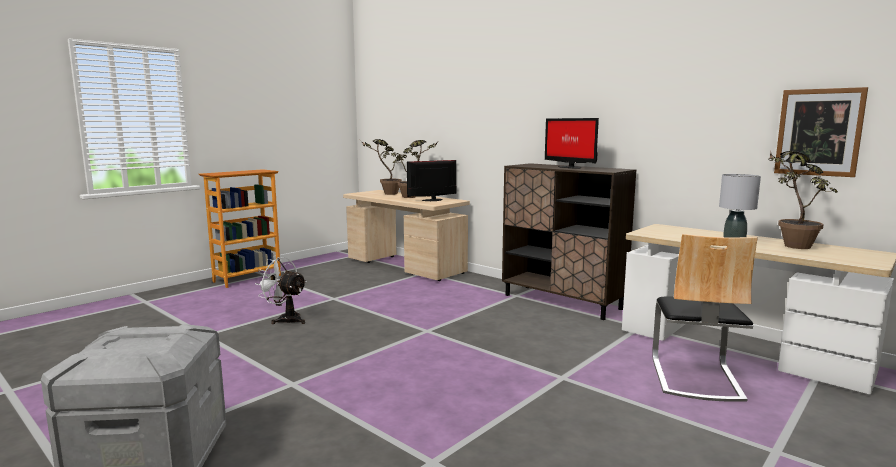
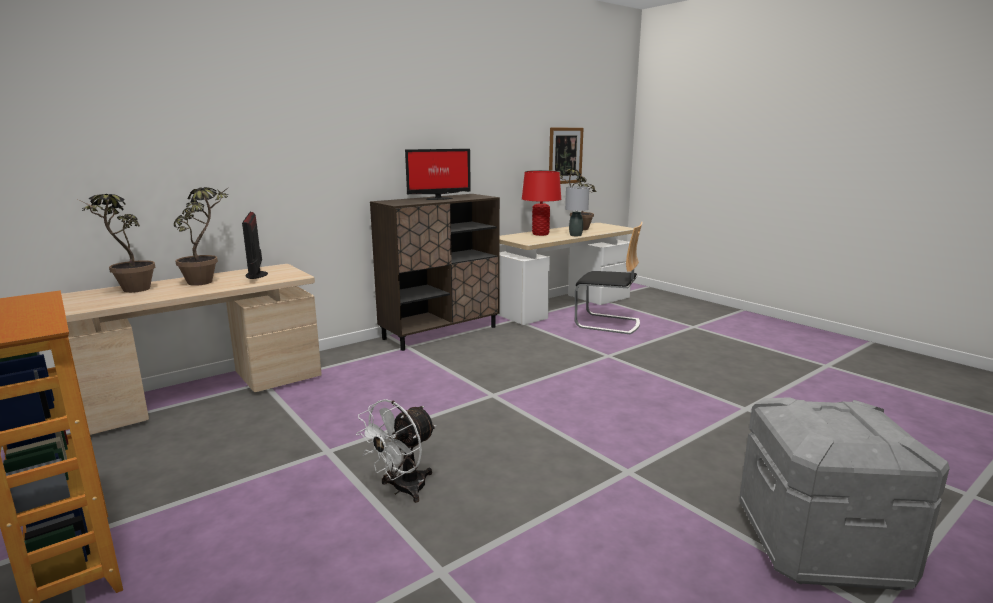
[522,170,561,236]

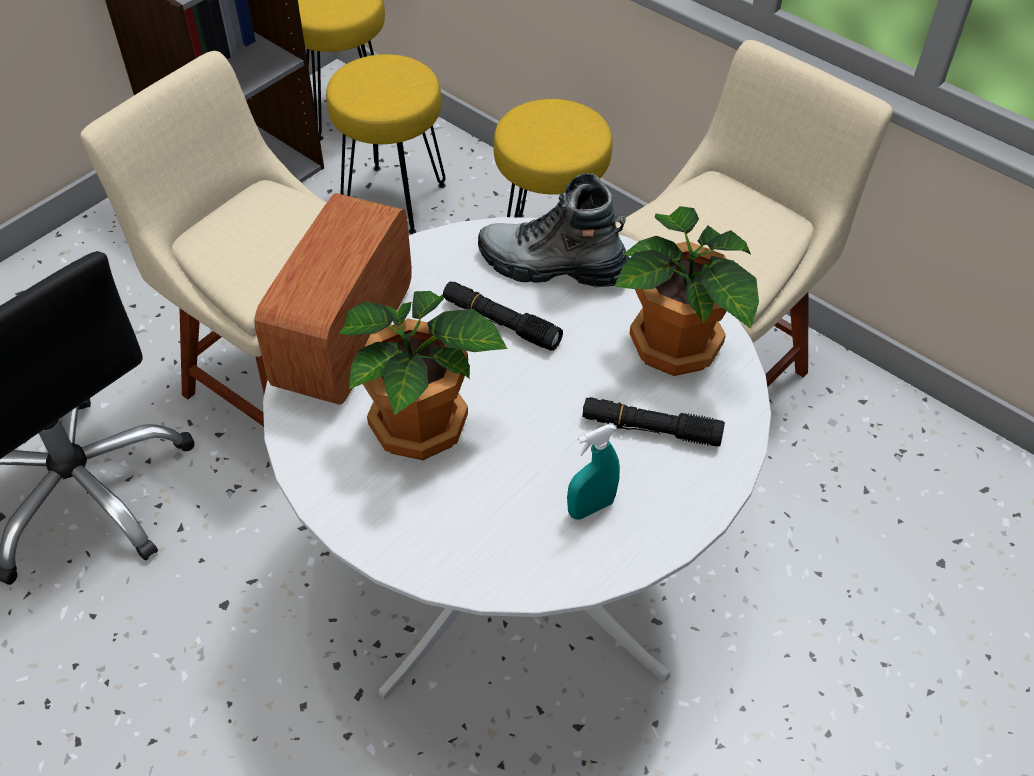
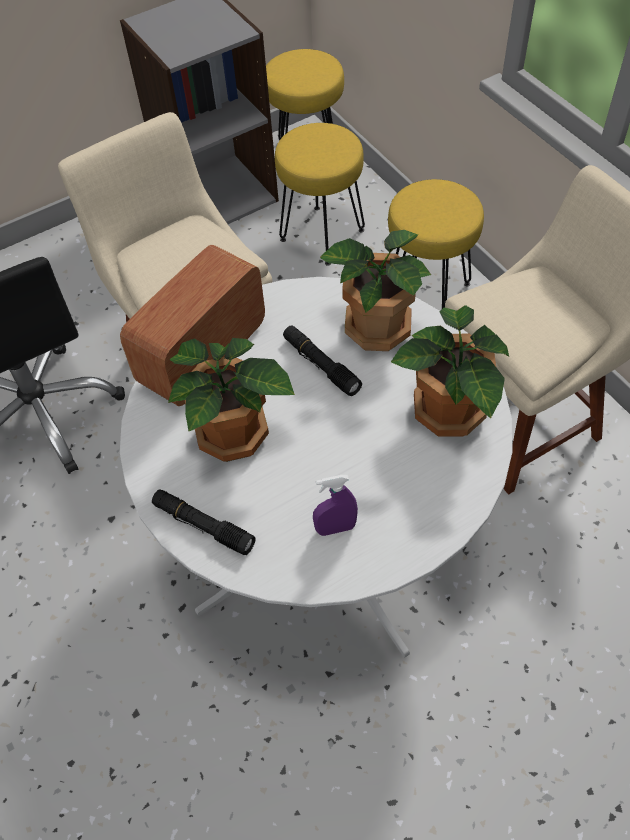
[320,230,431,351]
[152,490,256,555]
[313,475,358,536]

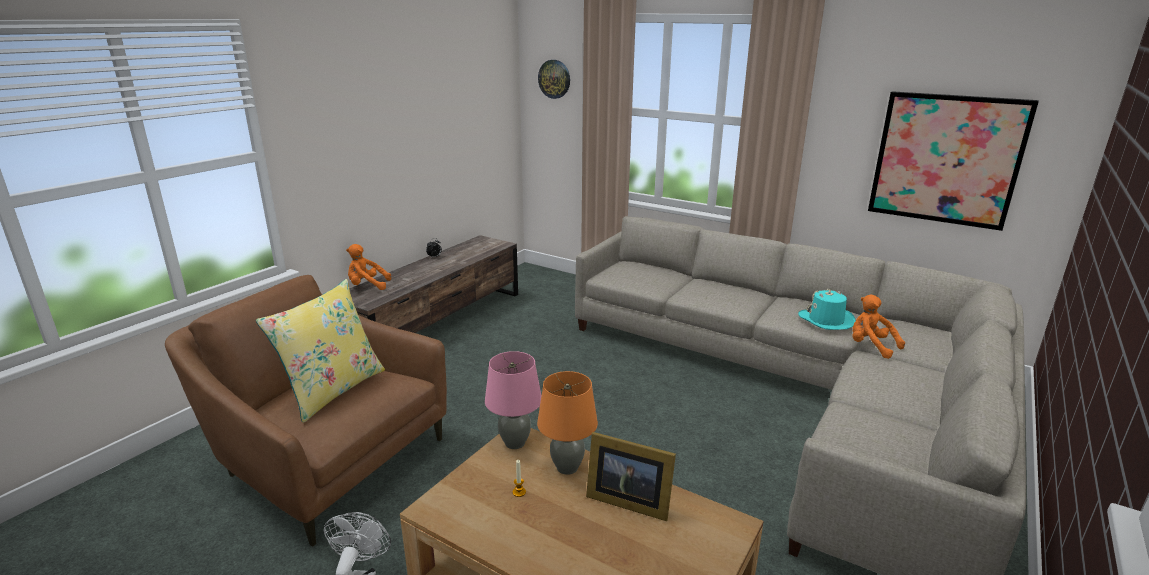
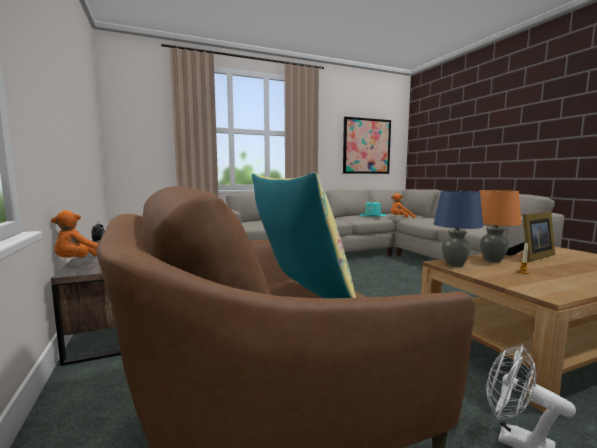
[538,60,570,99] (first image)
[434,191,483,267]

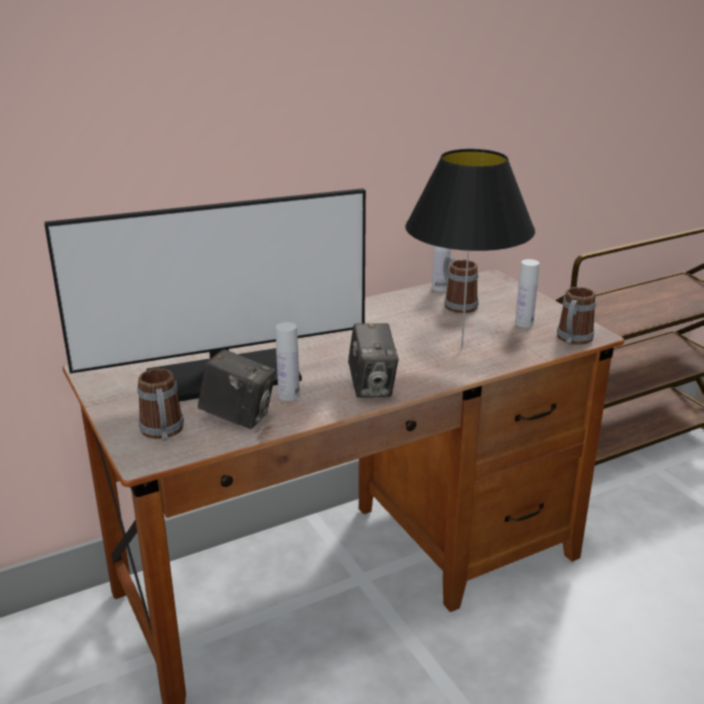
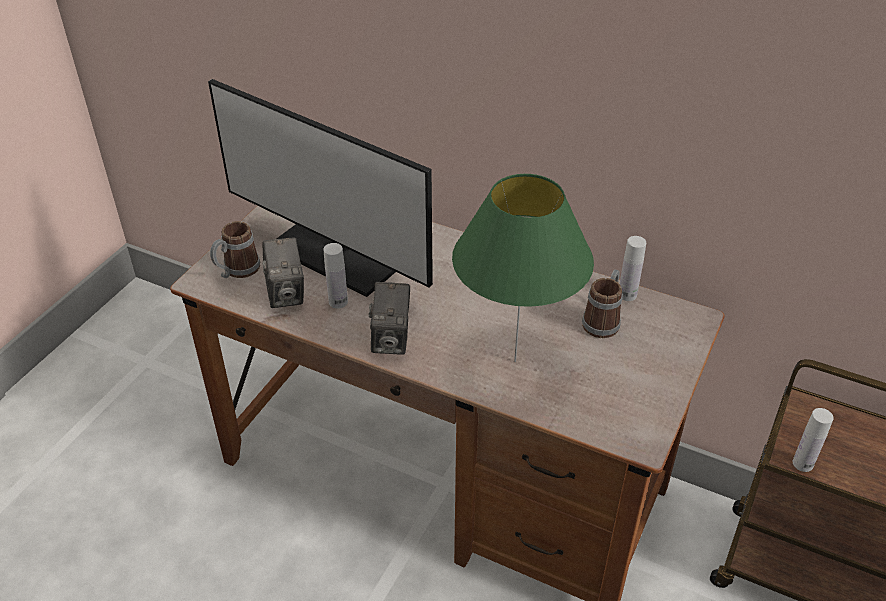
[452,174,594,362]
[792,408,834,472]
[557,287,596,345] (first image)
[369,282,410,355]

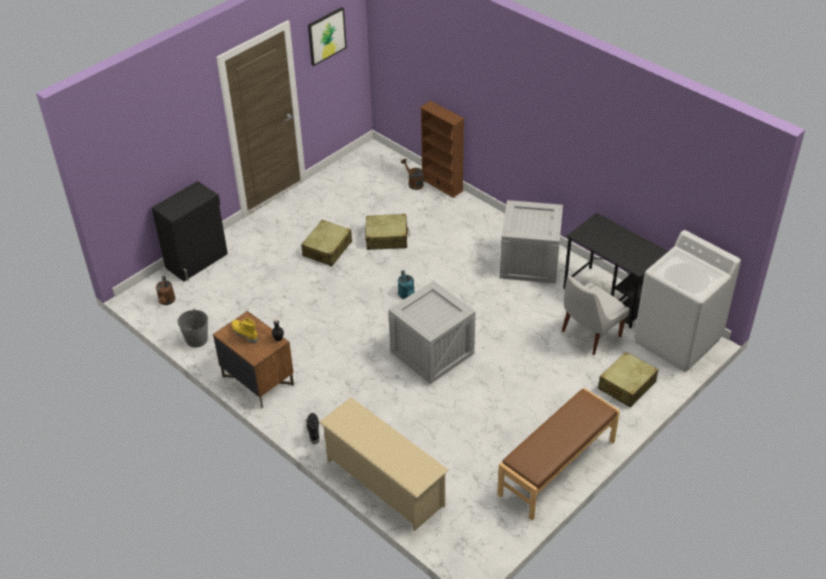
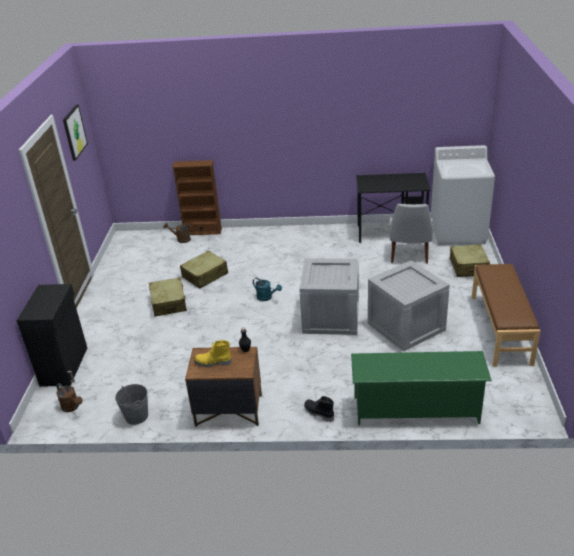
[368,260,450,351]
[351,351,492,425]

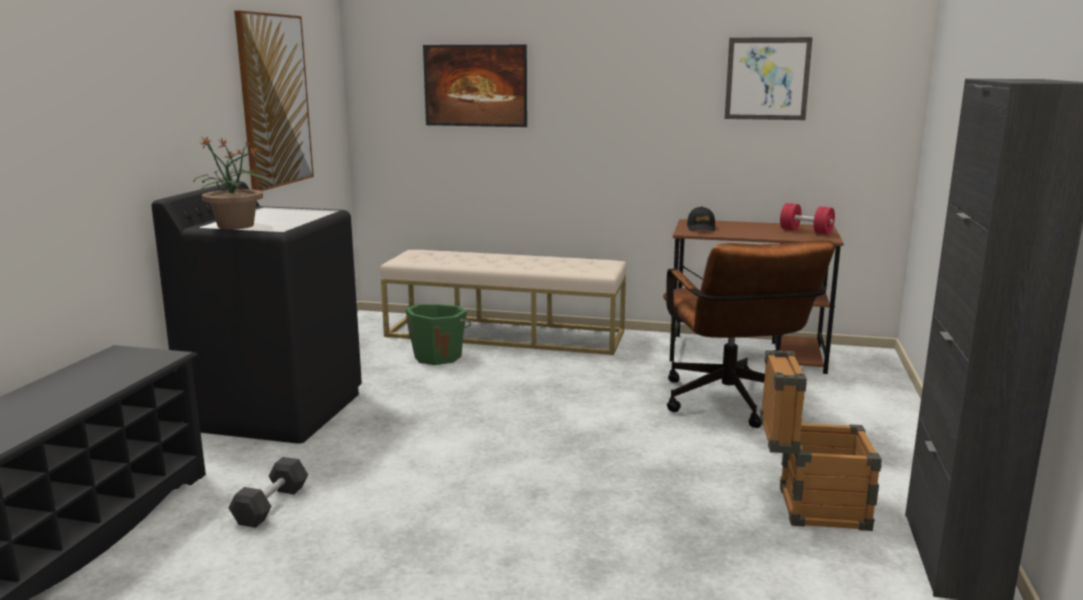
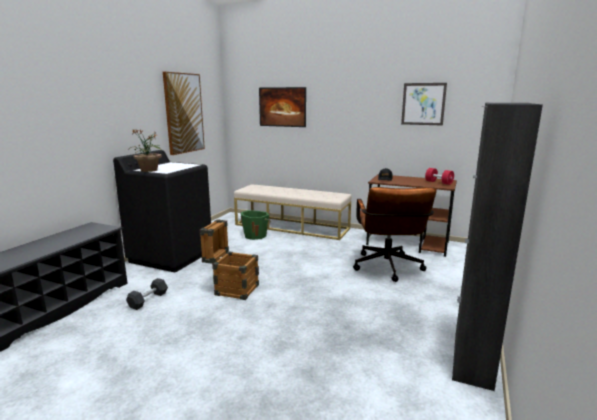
[200,220,259,300]

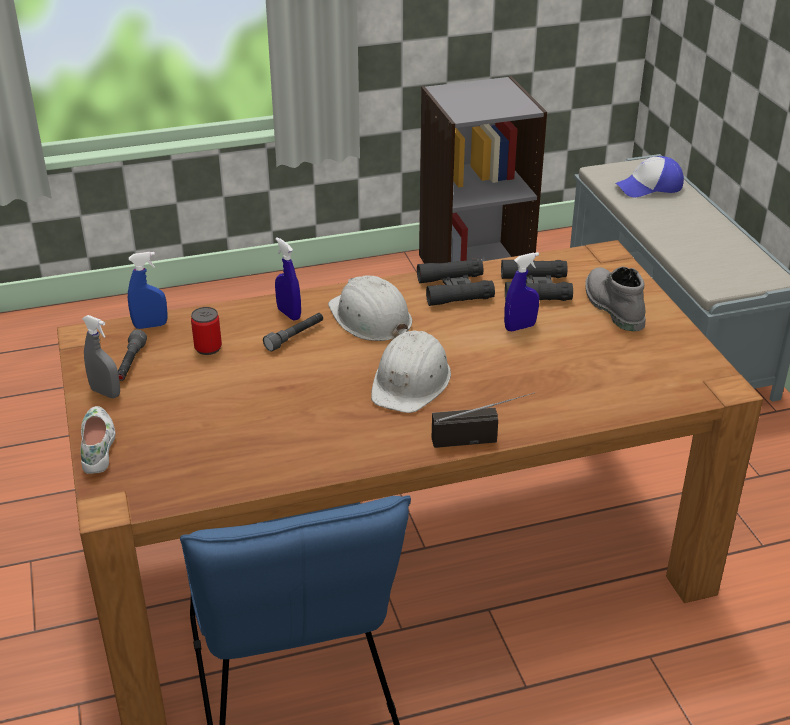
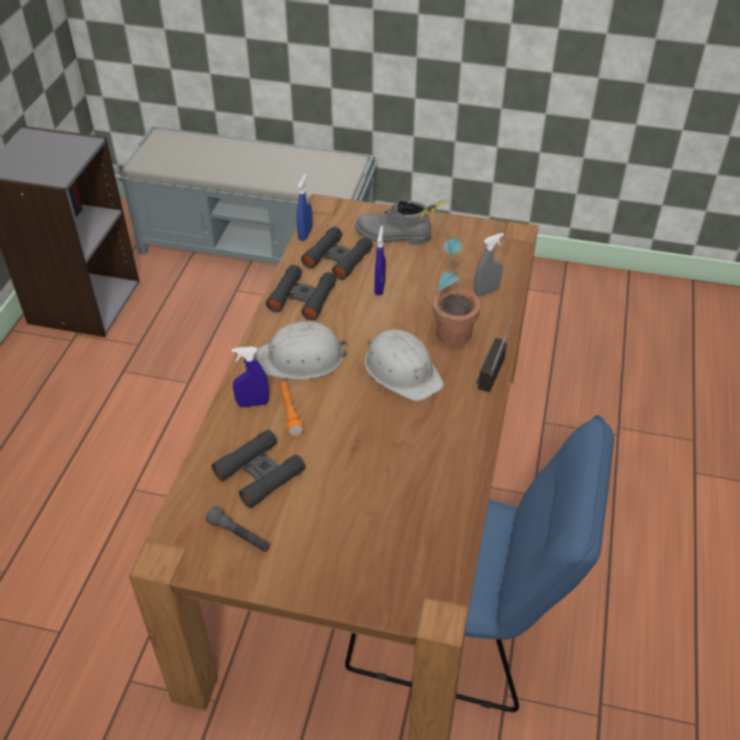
[615,156,684,197] (first image)
[297,174,312,241]
[211,430,305,508]
[280,382,304,436]
[474,233,504,296]
[81,406,115,474] (first image)
[417,199,481,346]

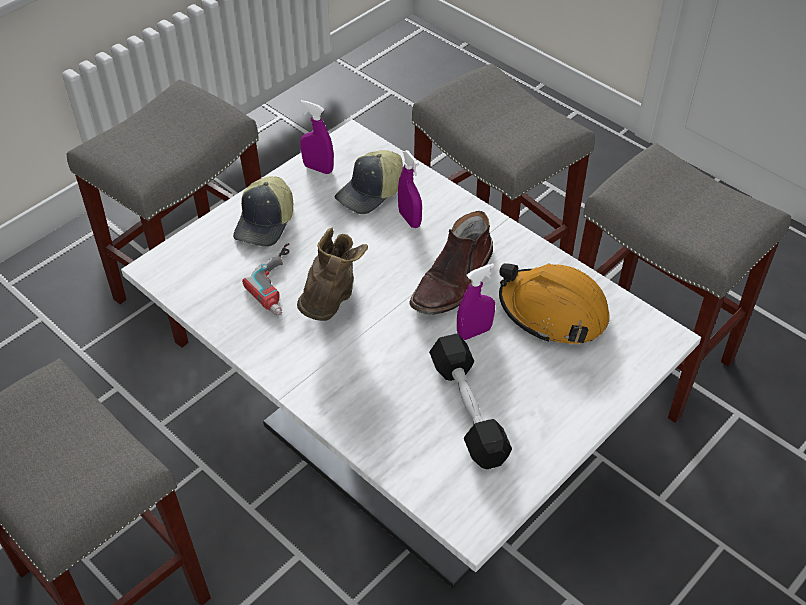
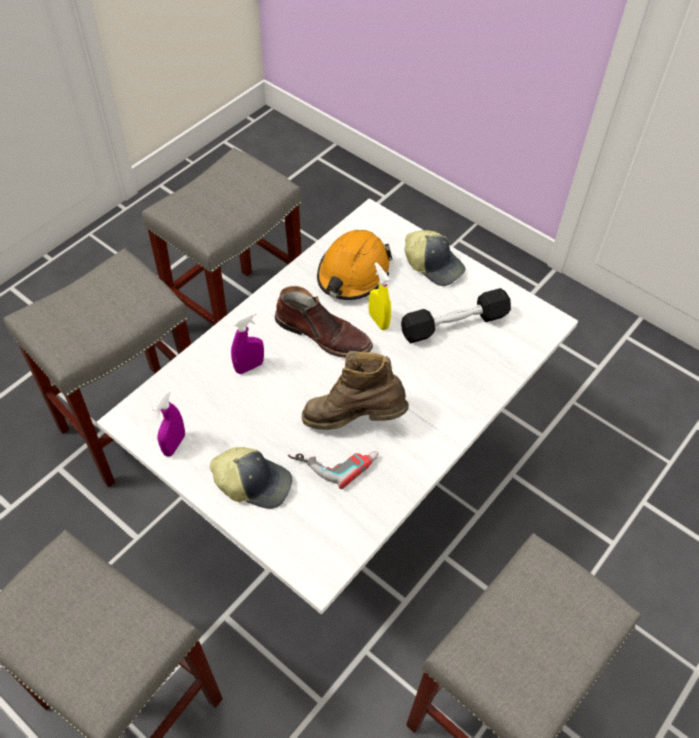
[405,230,466,286]
[369,262,391,330]

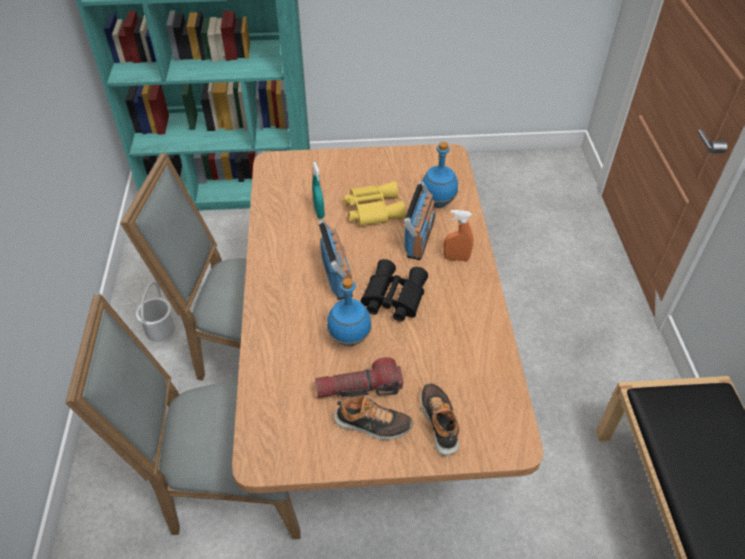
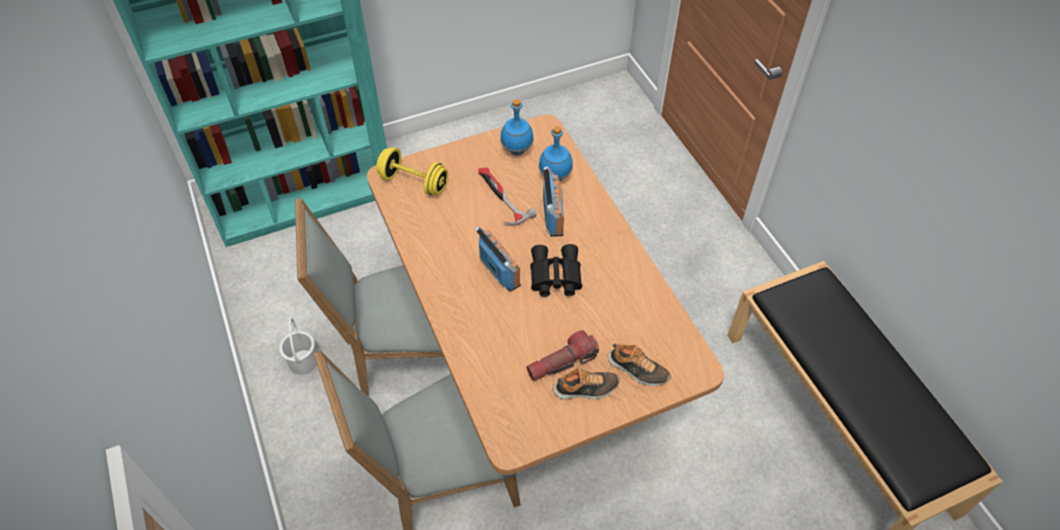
[312,162,325,219] (first image)
[478,168,537,226]
[443,210,473,262] (first image)
[500,99,534,155]
[608,344,671,386]
[376,147,448,196]

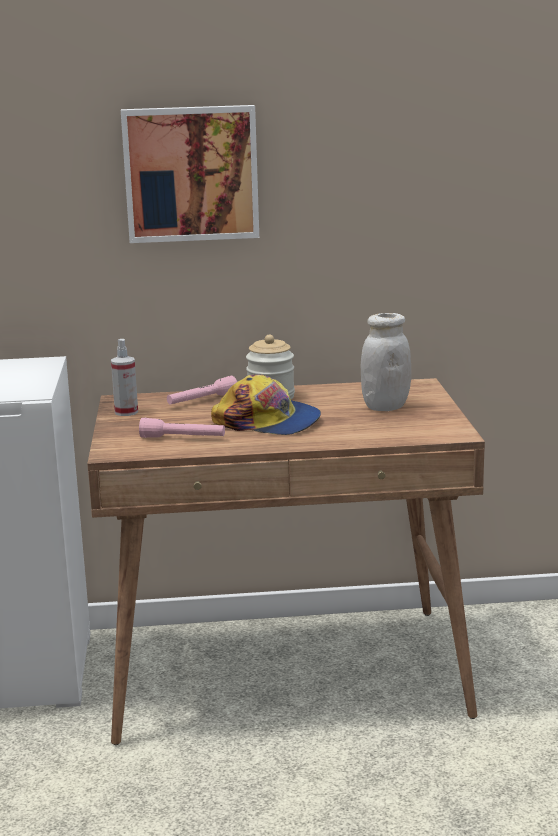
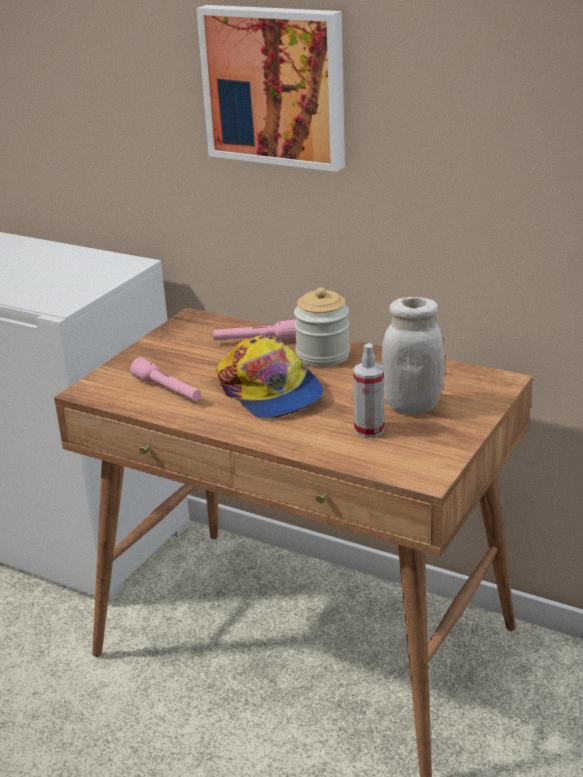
[353,343,384,438]

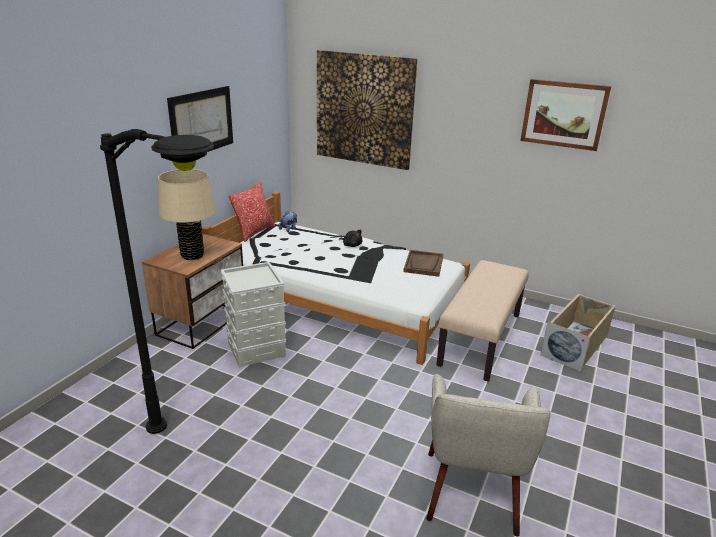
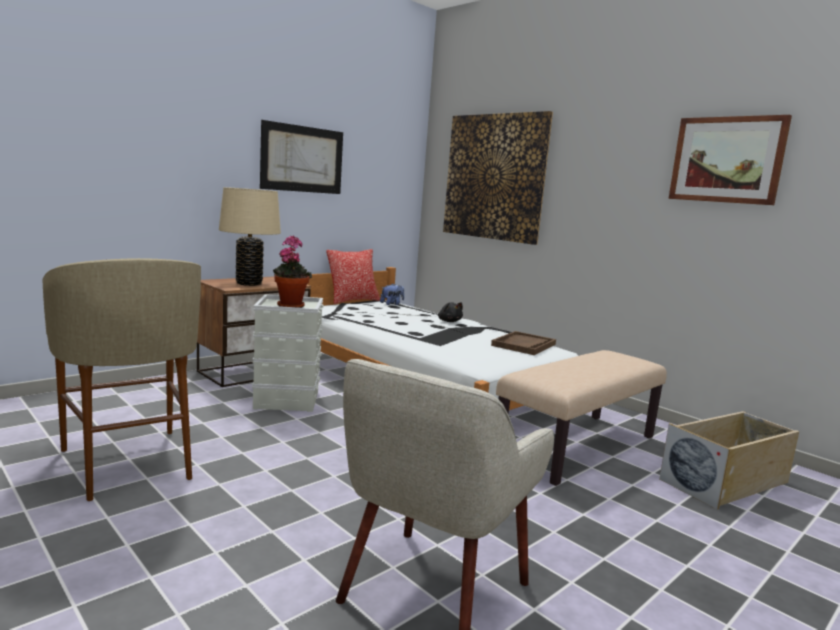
[43,258,201,501]
[273,235,312,308]

